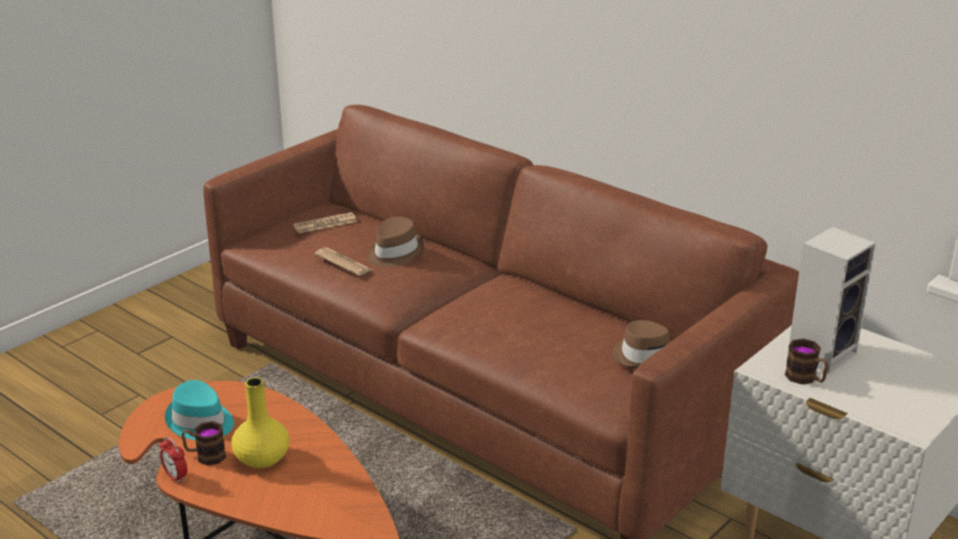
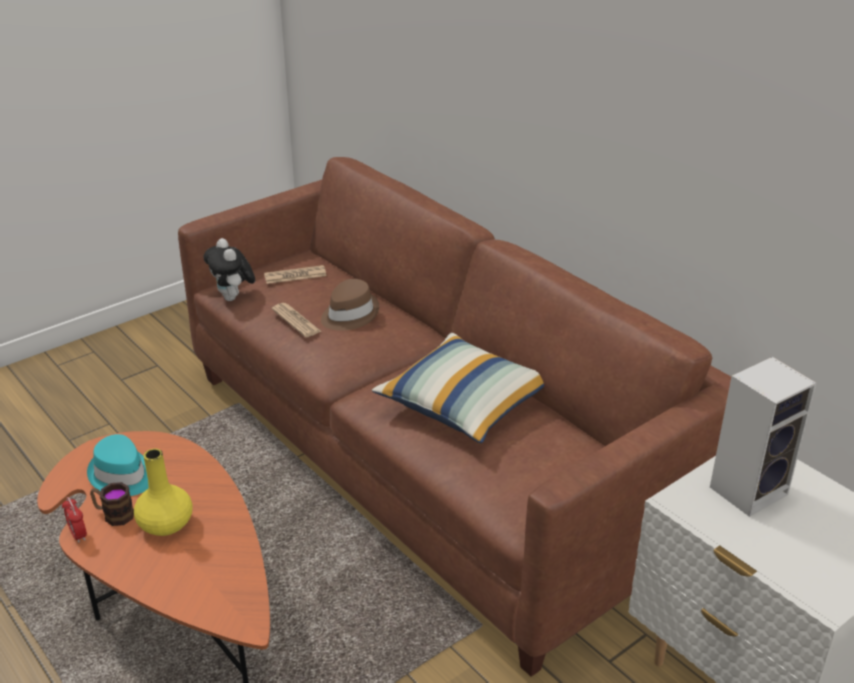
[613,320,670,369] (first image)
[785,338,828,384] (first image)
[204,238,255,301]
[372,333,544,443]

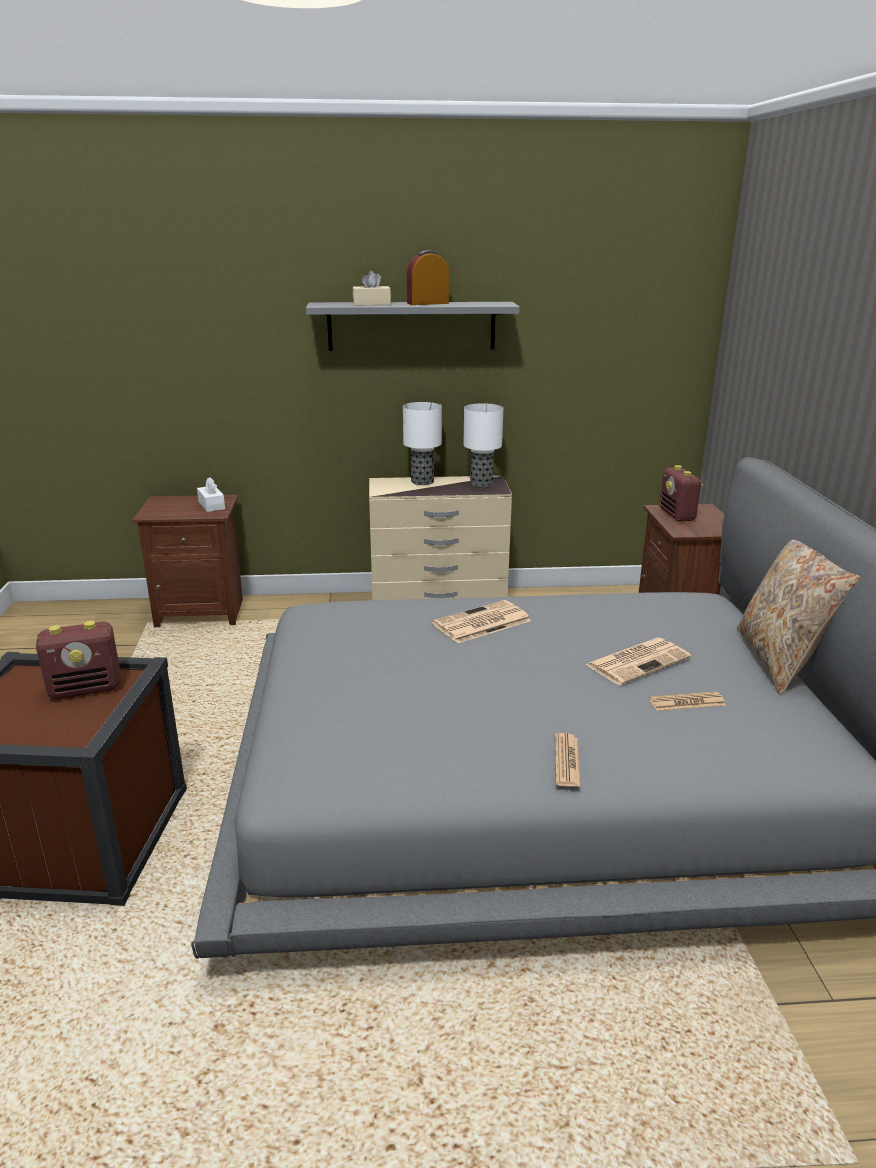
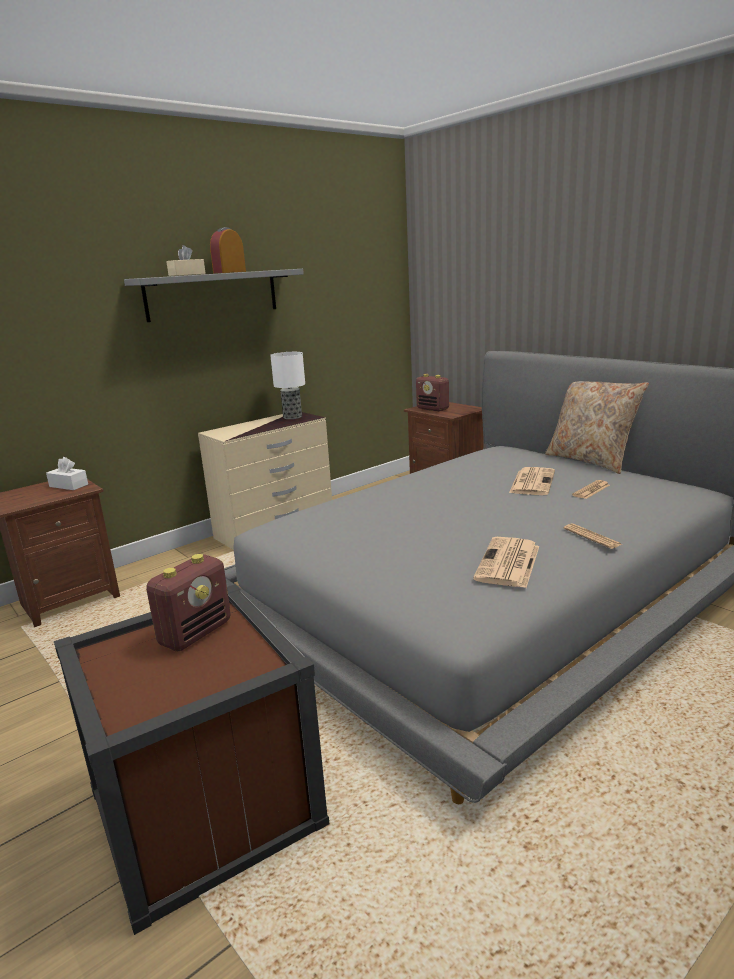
[403,402,442,485] (first image)
[473,537,539,588]

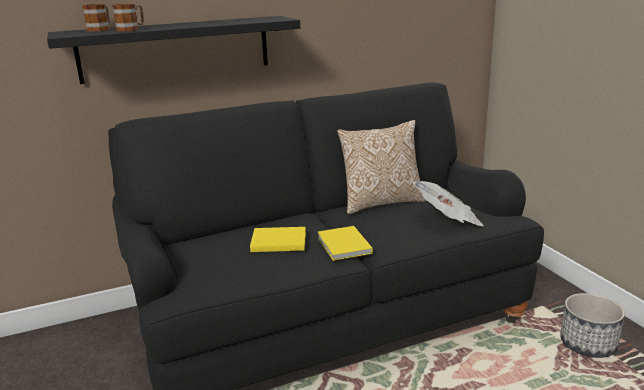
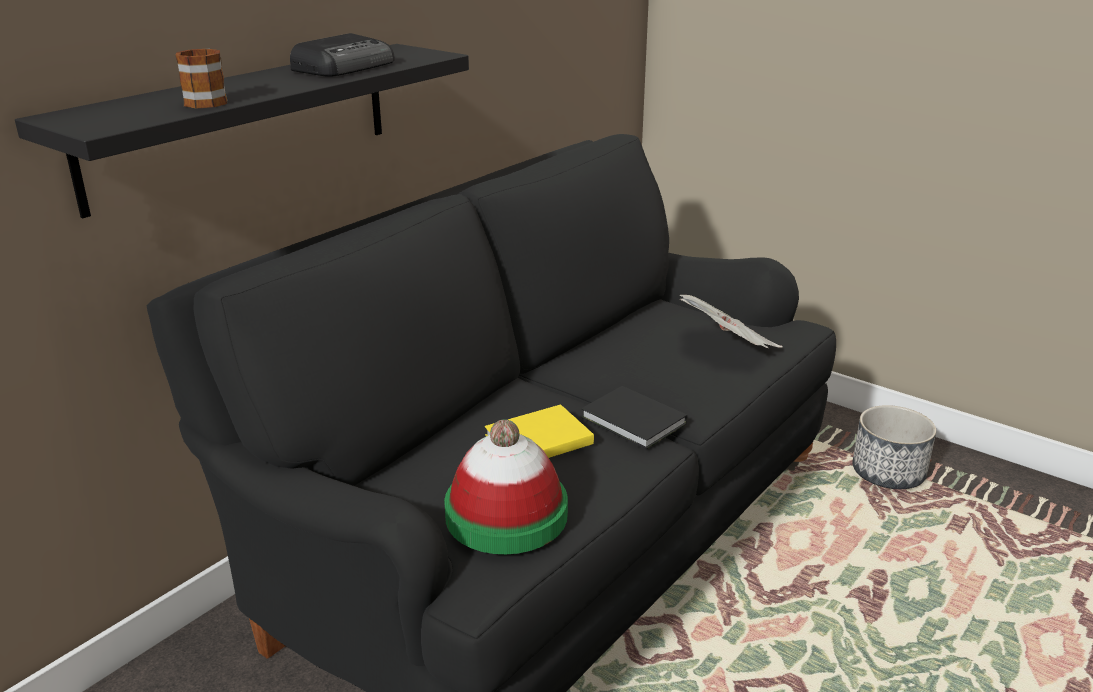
[82,4,110,31] (first image)
[337,120,426,214] (first image)
[581,386,687,449]
[290,33,395,77]
[444,419,568,554]

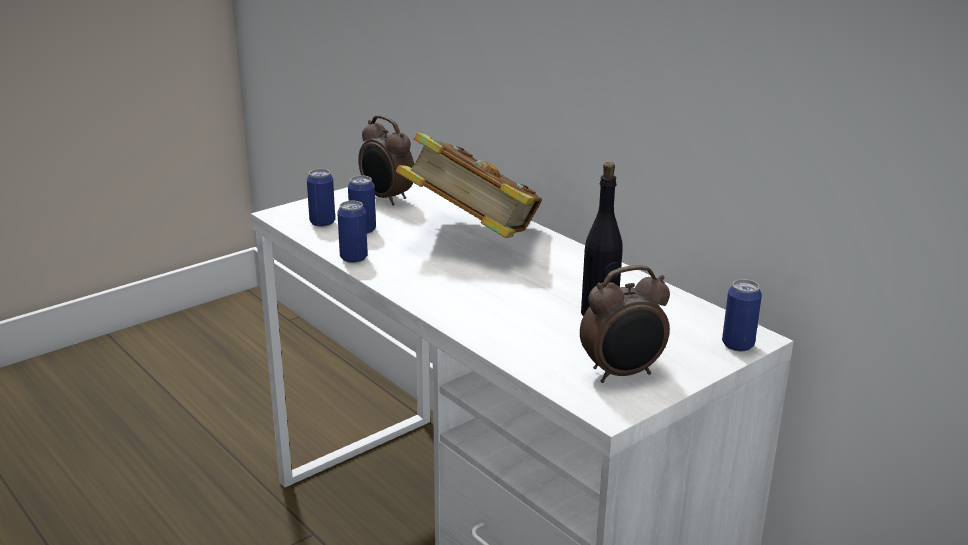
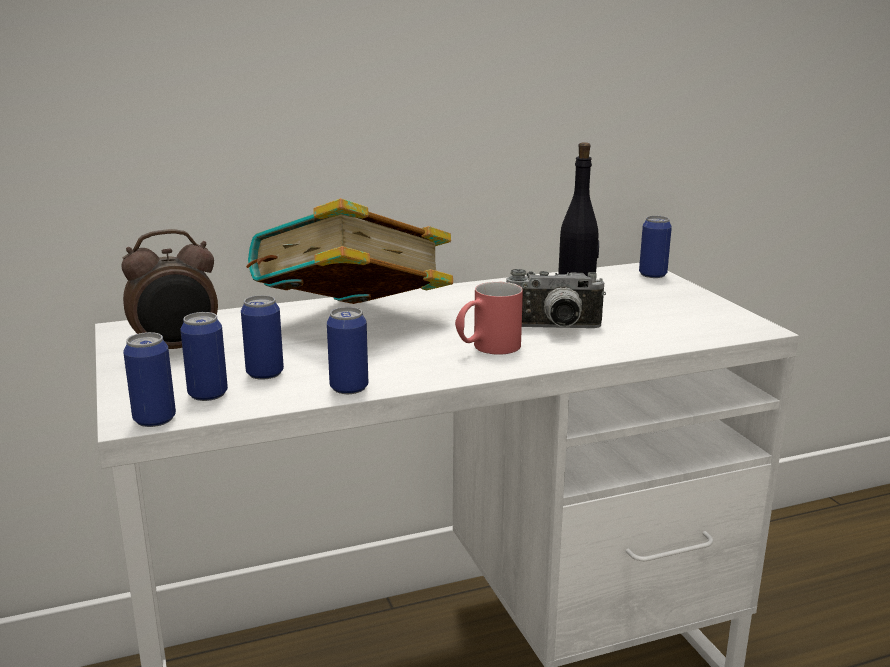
[580,265,670,383] (first image)
[506,269,606,328]
[455,282,523,355]
[123,332,176,427]

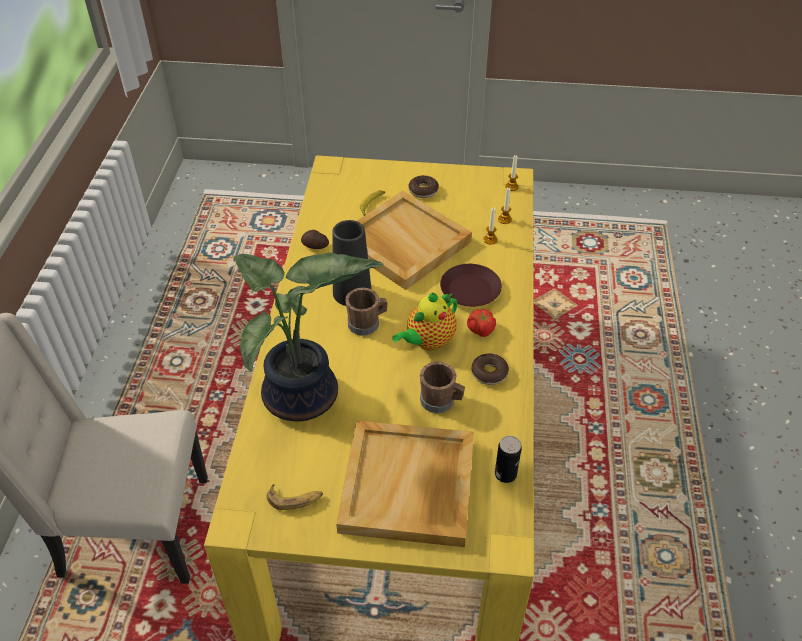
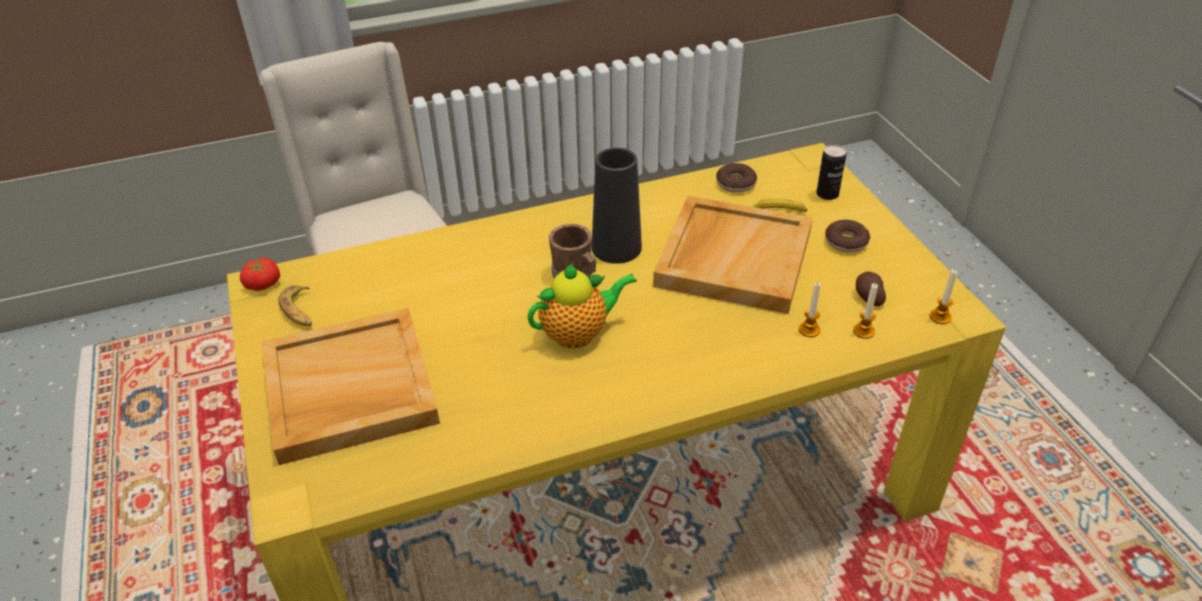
[856,271,886,306]
[233,252,384,421] (first image)
[440,264,502,307] (first image)
[527,263,637,349]
[240,258,280,291]
[716,163,757,193]
[420,362,465,413] (first image)
[816,145,846,200]

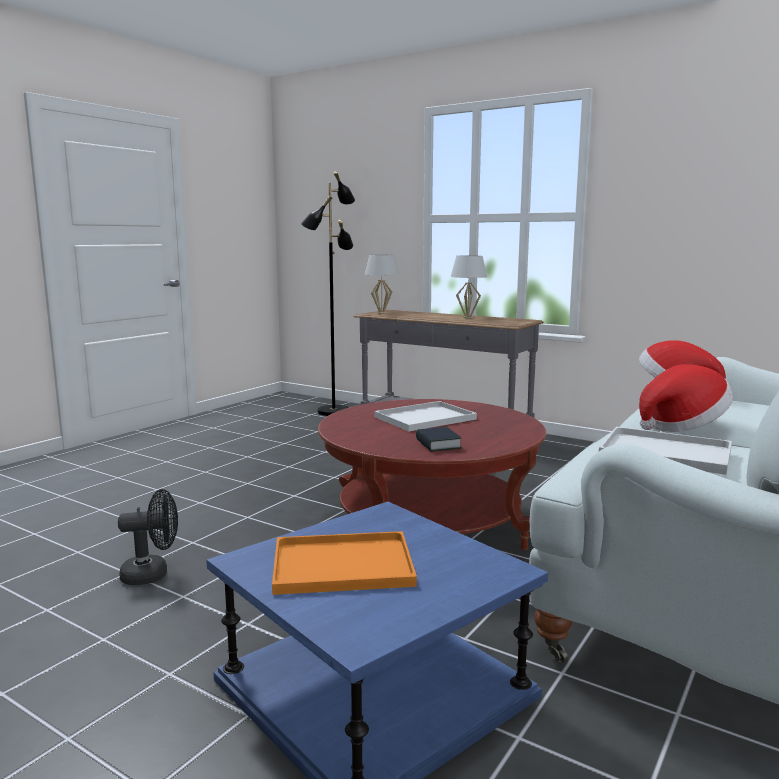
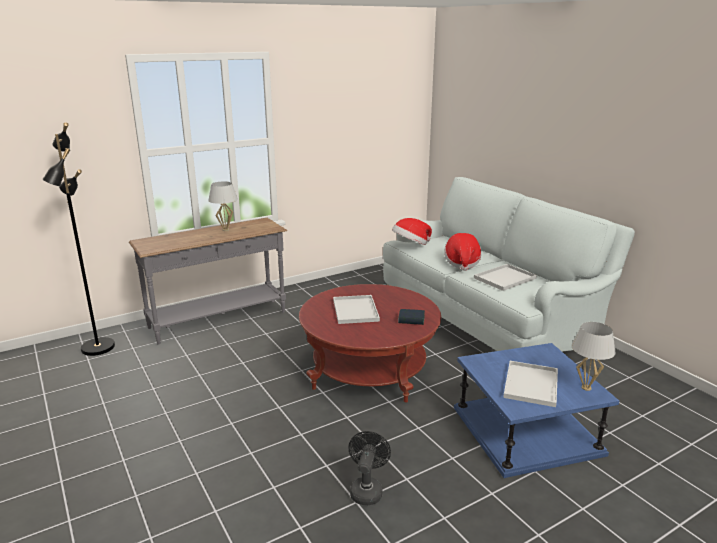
[572,322,616,391]
[503,361,558,407]

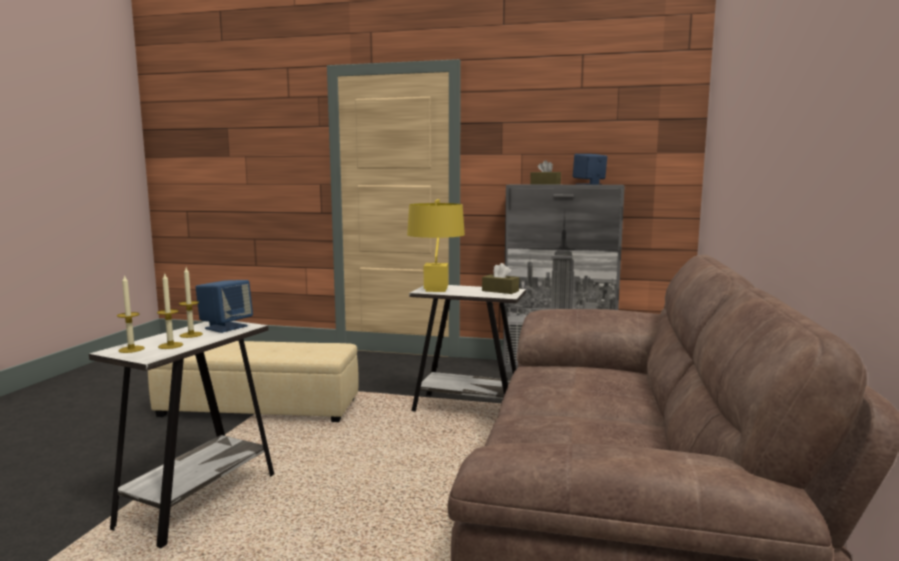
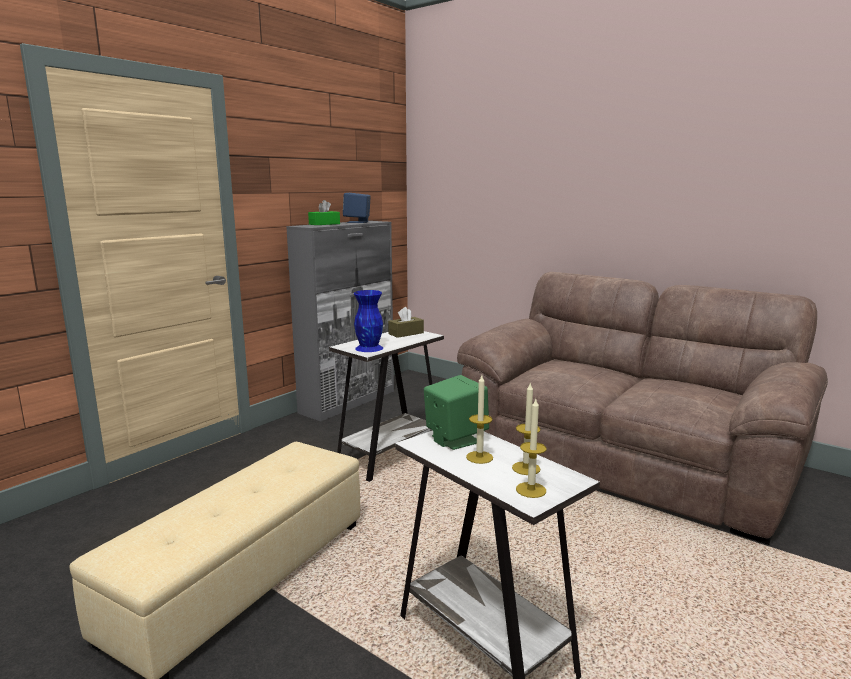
[308,200,340,225]
[354,290,383,352]
[424,375,489,450]

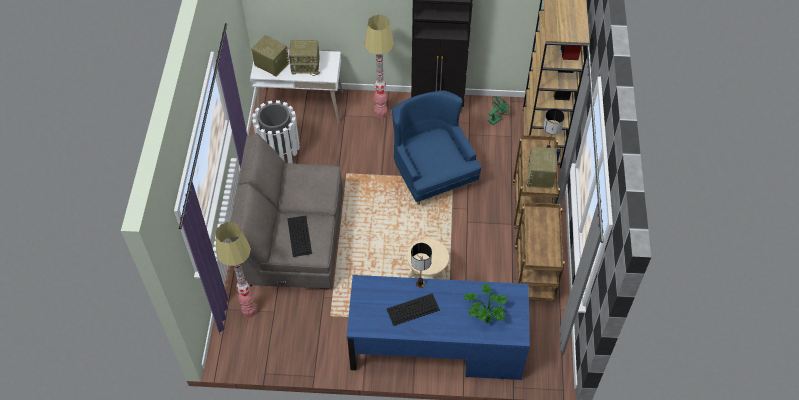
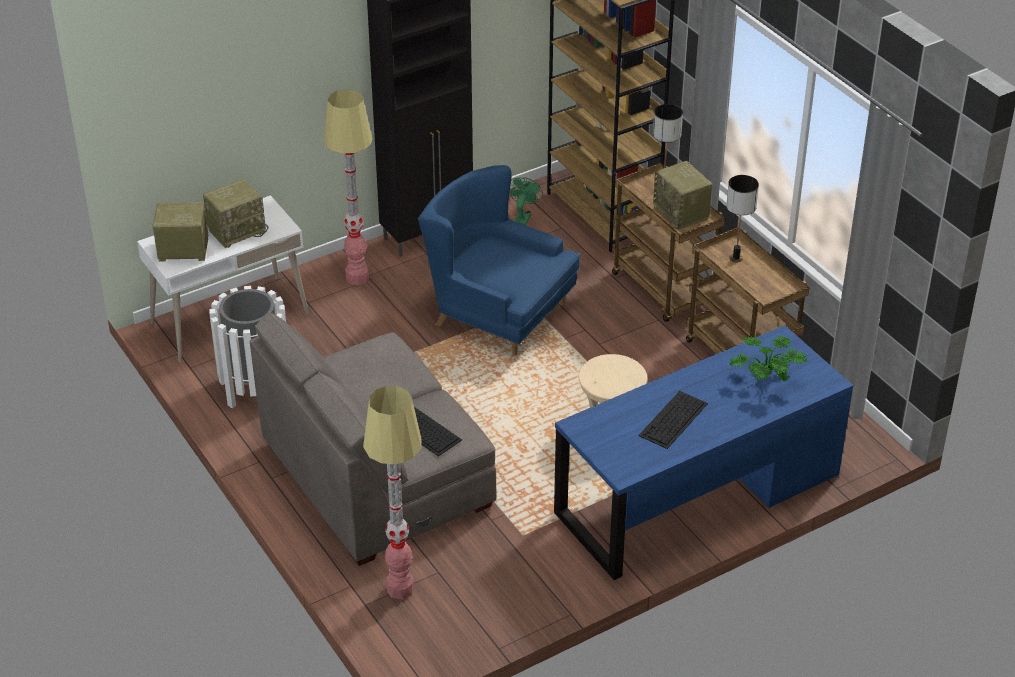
[726,175,759,263]

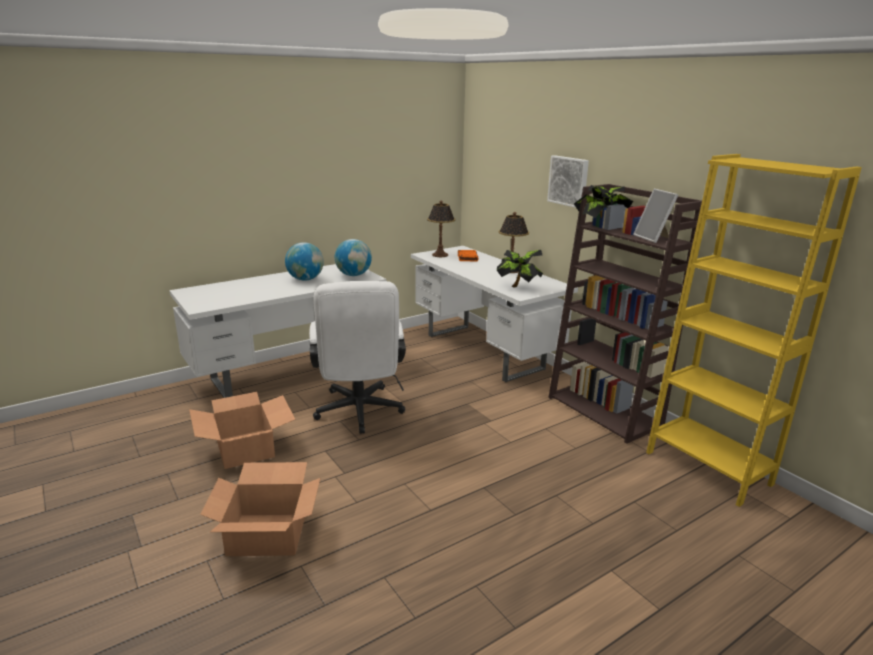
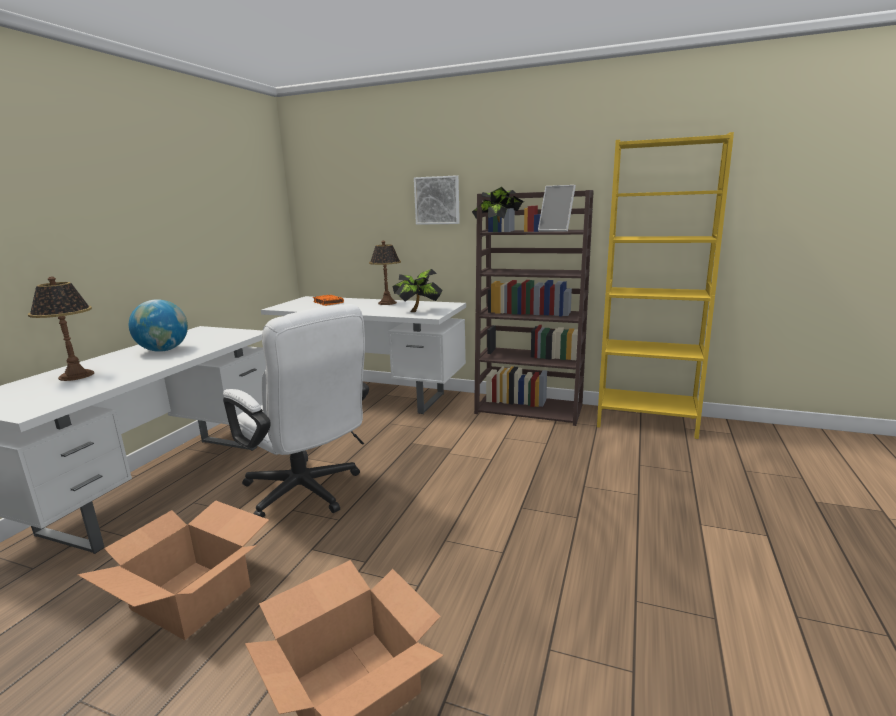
[28,276,94,381]
[335,239,372,276] (first image)

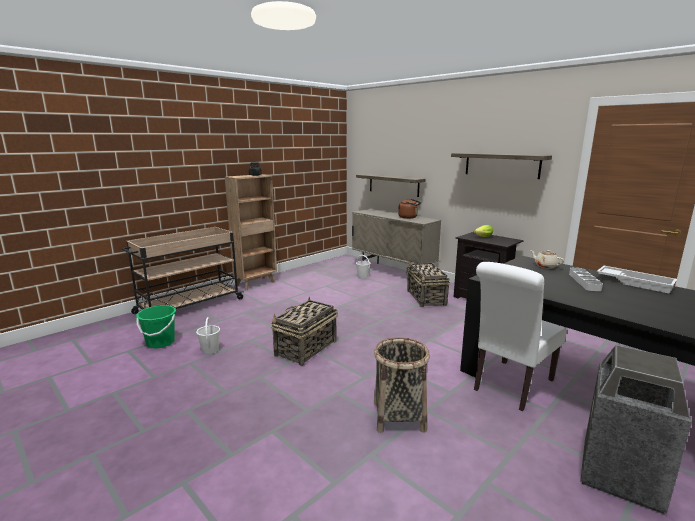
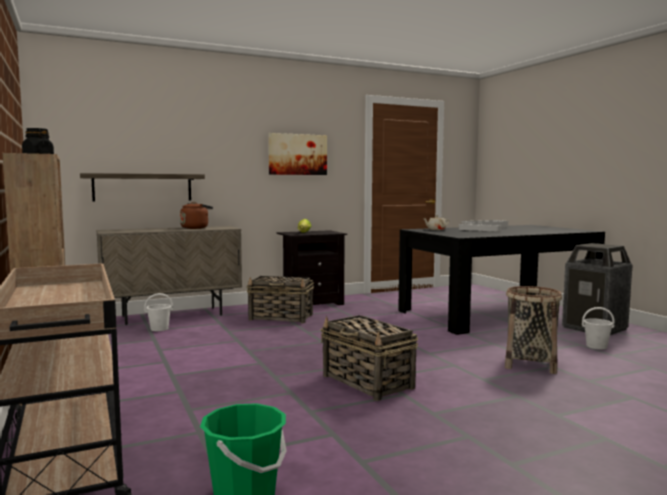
[268,133,327,175]
[474,262,567,411] (first image)
[582,307,615,349]

